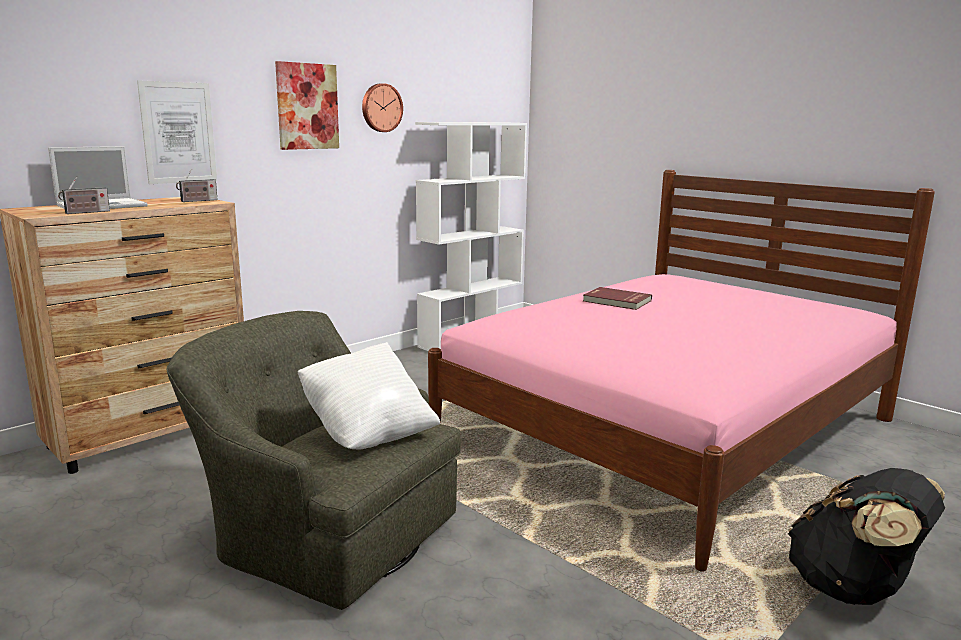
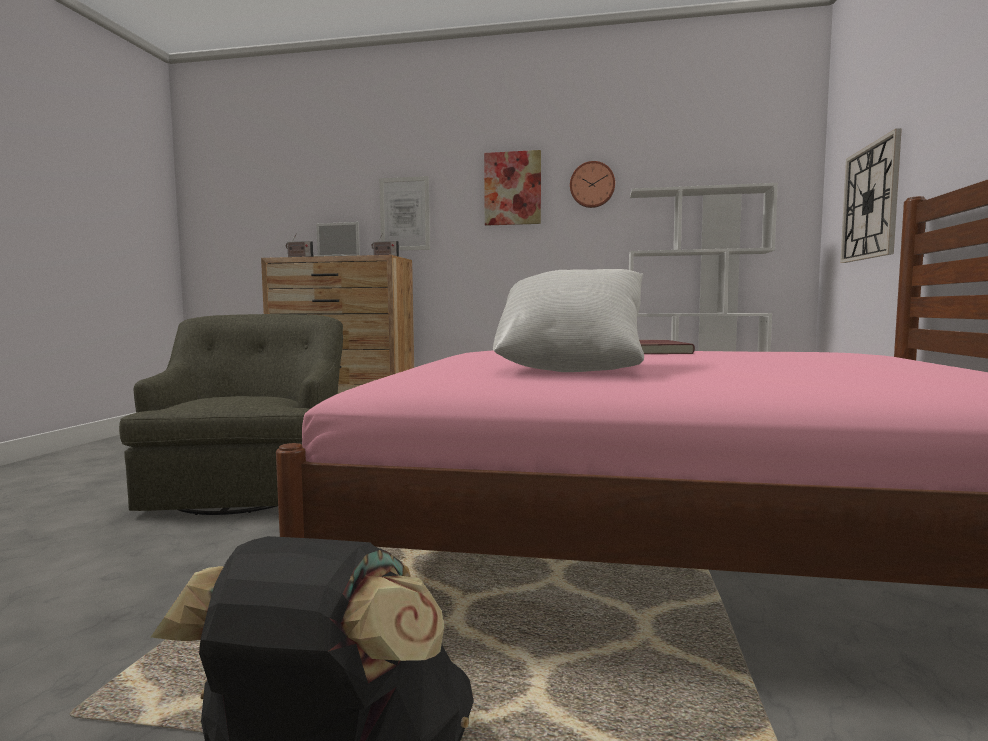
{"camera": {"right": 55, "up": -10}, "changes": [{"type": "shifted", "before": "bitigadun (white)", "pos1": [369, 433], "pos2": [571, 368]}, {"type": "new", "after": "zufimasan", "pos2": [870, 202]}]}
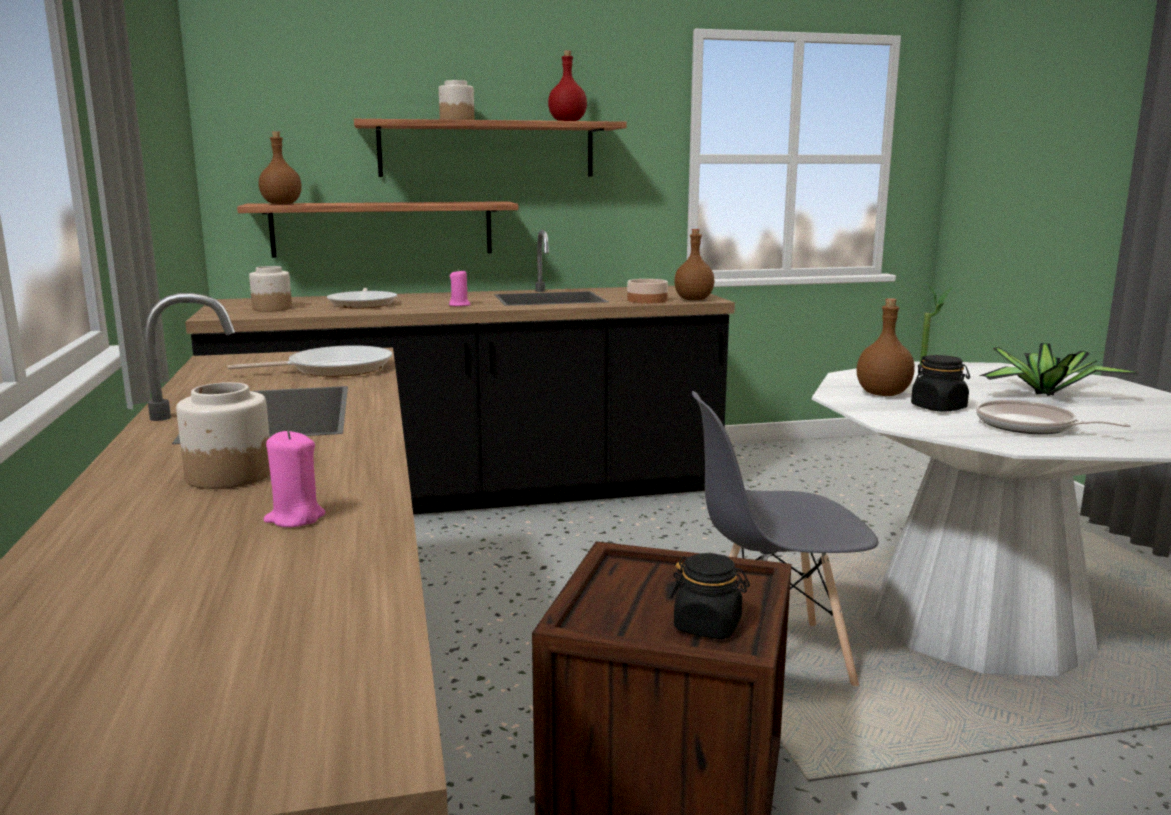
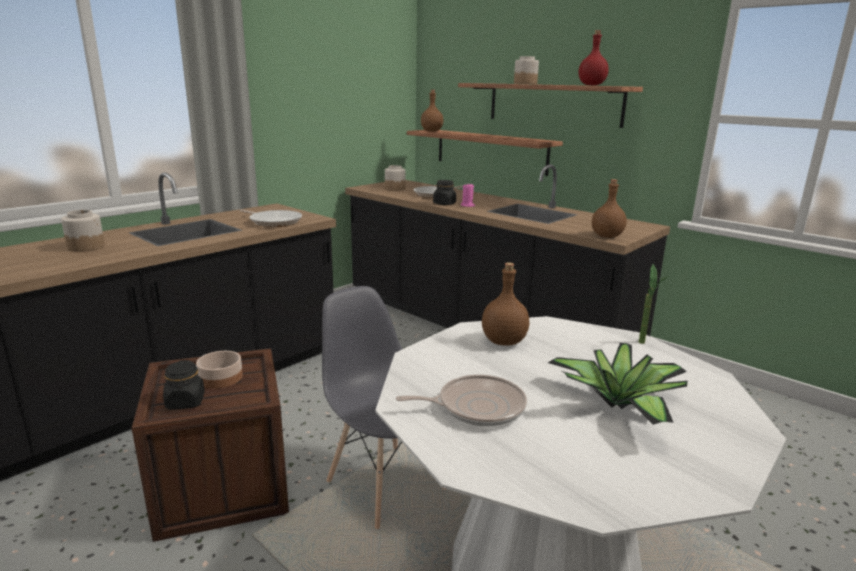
{"camera": {"right": 55, "up": 5}, "changes": [{"type": "gone", "before": "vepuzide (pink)", "pos1": [295, 518]}, {"type": "shifted", "before": "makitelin", "pos1": [647, 300], "pos2": [221, 377]}, {"type": "shifted", "before": "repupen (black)", "pos1": [938, 408], "pos2": [444, 204]}, {"type": "rotated", "before": "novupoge", "pos1": [1030, 426], "pos2": [476, 407], "turn": 75}]}
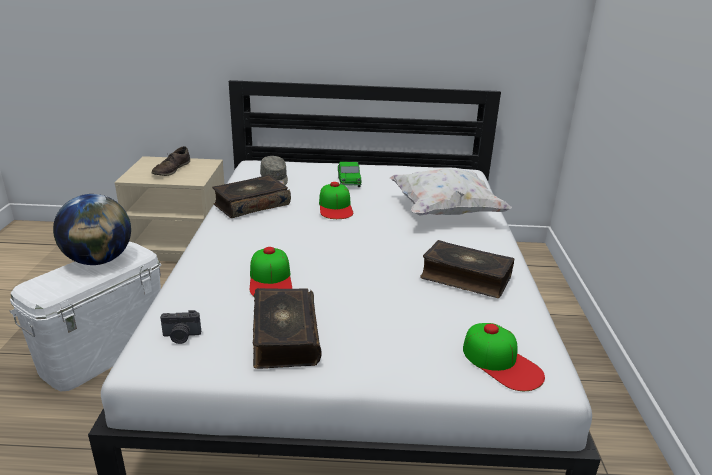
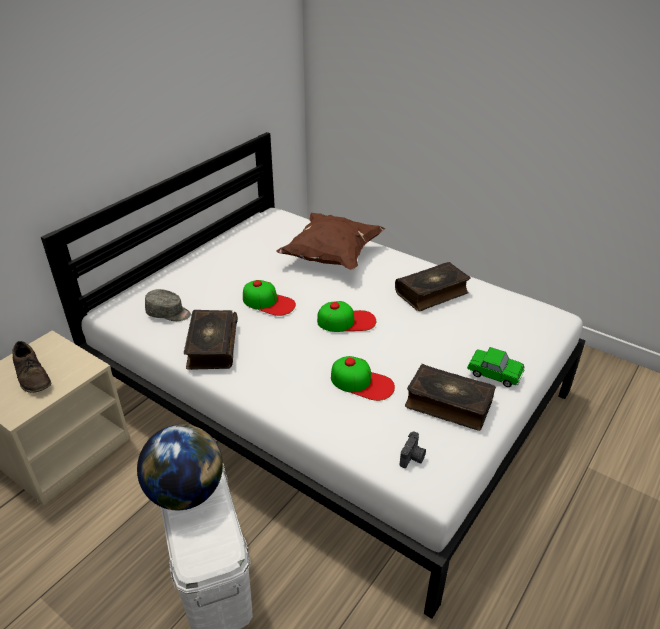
{"camera": {"right": -55, "up": 10}, "changes": [{"type": "shifted", "before": "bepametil", "pos1": [349, 182], "pos2": [494, 374]}, {"type": "repainted", "before": "bitigadun (white)", "after": "bitigadun (brown)", "pos1": [444, 212], "pos2": [331, 256]}, {"type": "shifted", "before": "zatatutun", "pos1": [501, 362], "pos2": [346, 321]}]}
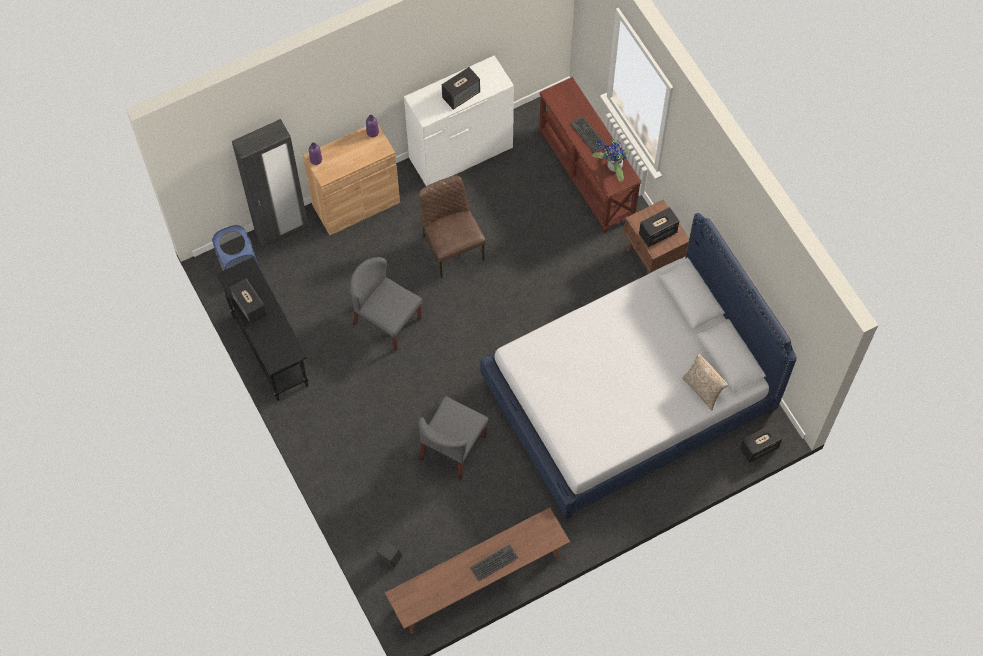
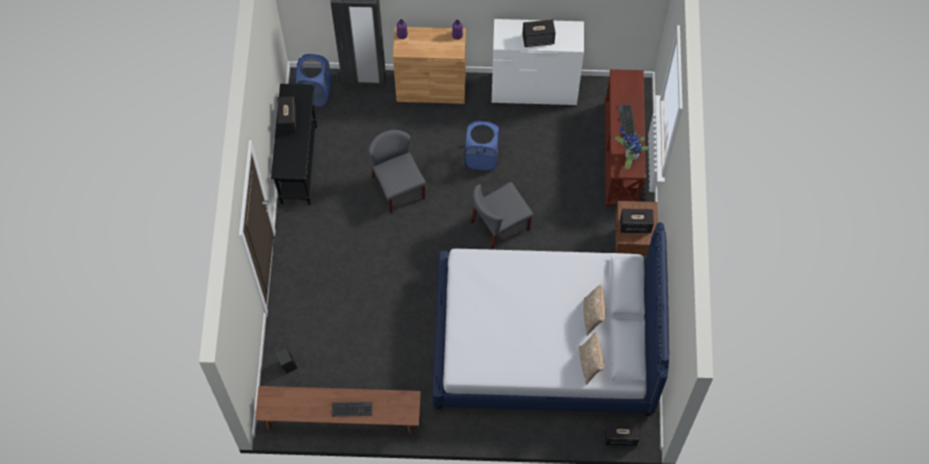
{"camera": {"right": 30, "up": 0}, "changes": [{"type": "shifted", "before": "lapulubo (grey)", "pos1": [453, 448], "pos2": [499, 226]}, {"type": "swapped", "before": "lapulubo (brown)", "after": "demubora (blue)", "pos1": [452, 247], "pos2": [481, 157]}, {"type": "new", "after": "bitigadun", "pos2": [592, 316]}]}
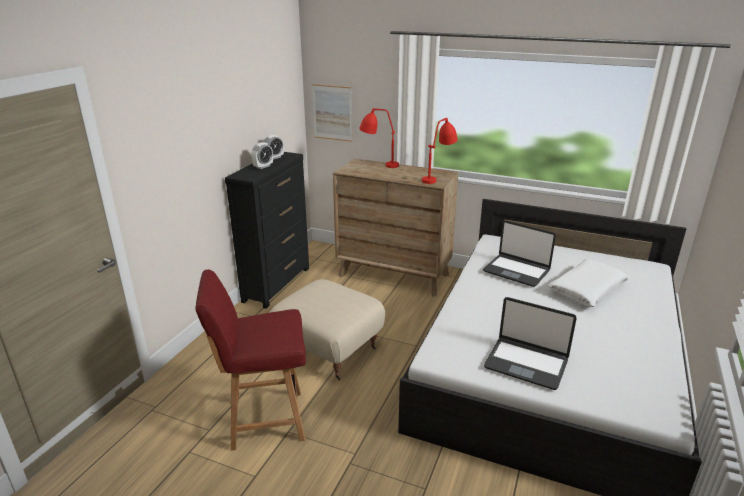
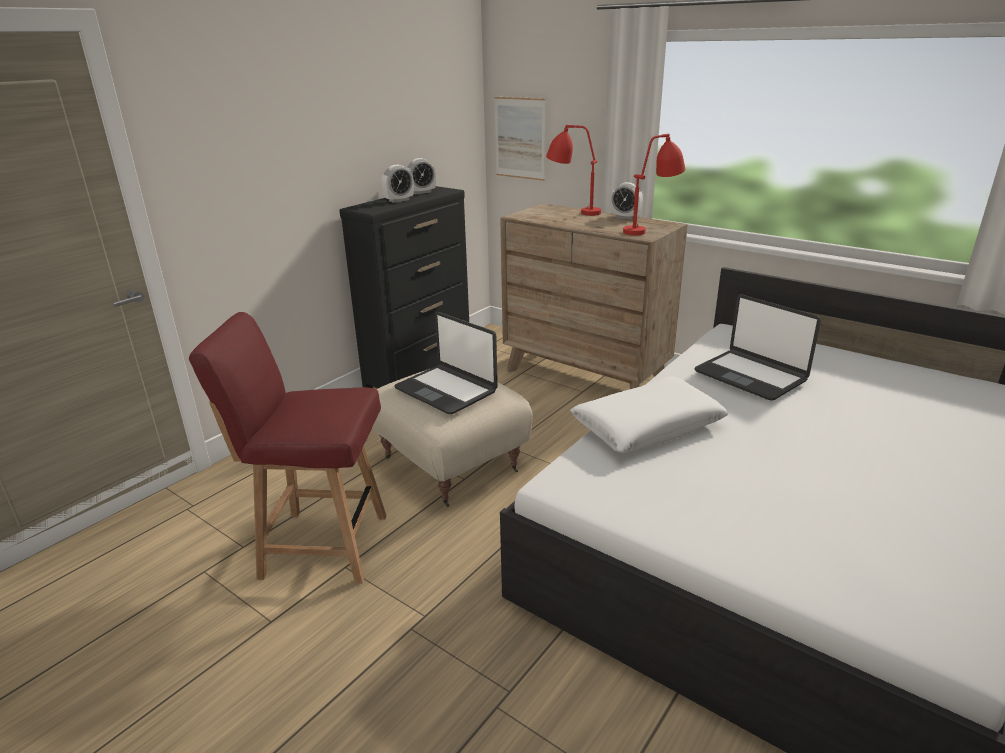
{"camera": {"right": 15, "up": 0}, "changes": [{"type": "shifted", "before": "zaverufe", "pos1": [526, 363], "pos2": [446, 390]}, {"type": "shifted", "before": "bitigadun (white)", "pos1": [587, 290], "pos2": [647, 426]}, {"type": "new", "after": "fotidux", "pos2": [625, 217]}]}
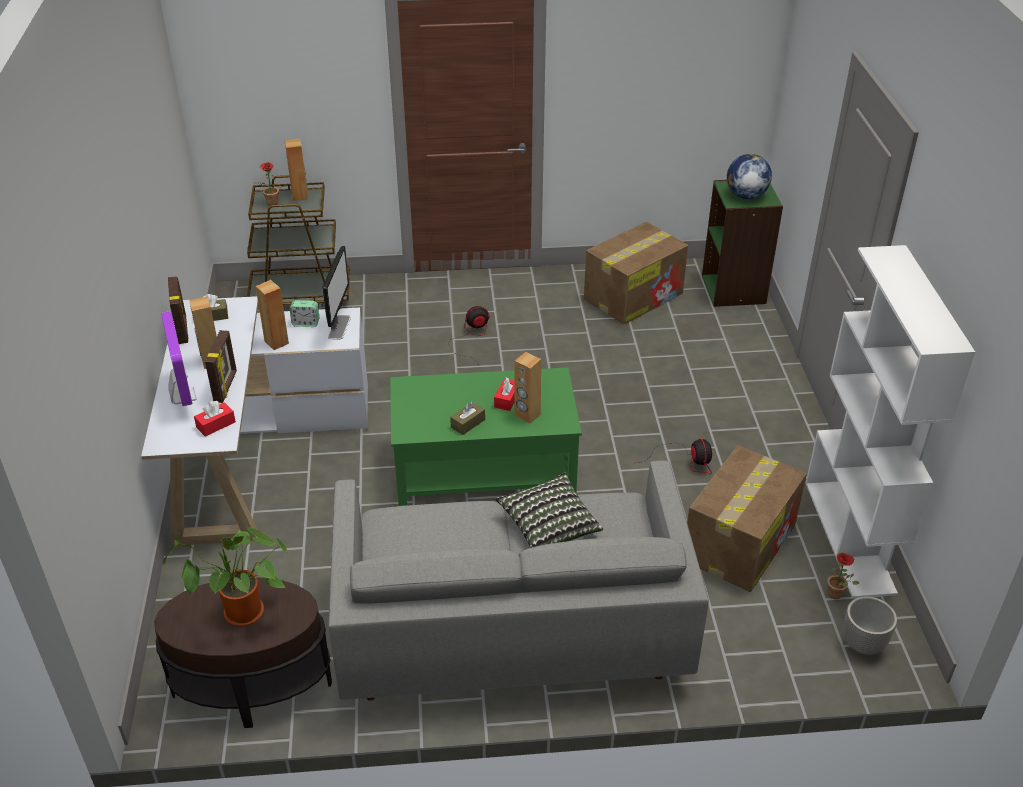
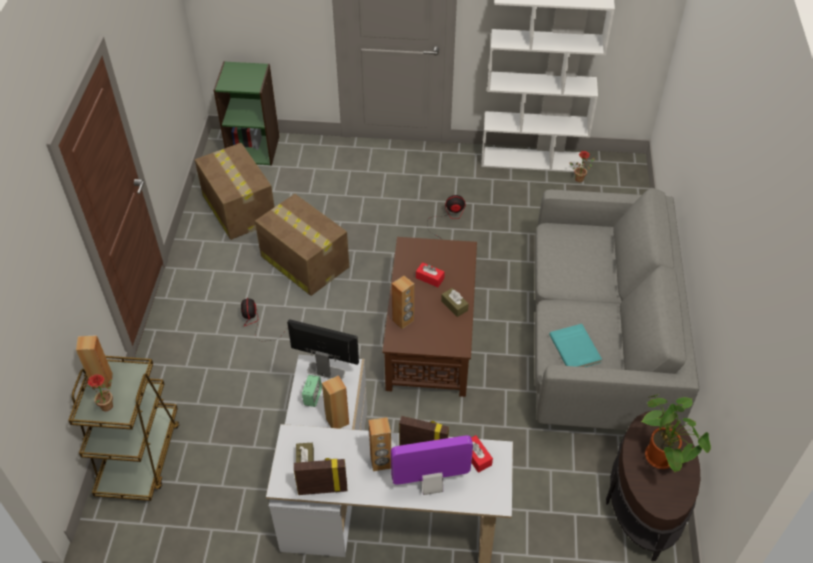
{"camera": {"right": -80, "up": 10}, "changes": [{"type": "repainted", "before": "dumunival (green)", "after": "dumunival (brown)", "pos1": [483, 466], "pos2": [430, 336]}, {"type": "gone", "before": "bitigadun", "pos1": [549, 526]}, {"type": "shifted", "before": "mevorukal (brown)", "pos1": [527, 415], "pos2": [403, 321]}, {"type": "shifted", "before": "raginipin", "pos1": [739, 541], "pos2": [304, 261]}, {"type": "gone", "before": "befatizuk", "pos1": [745, 195]}, {"type": "gone", "before": "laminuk", "pos1": [863, 644]}, {"type": "new", "after": "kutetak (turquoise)", "pos2": [575, 348]}]}
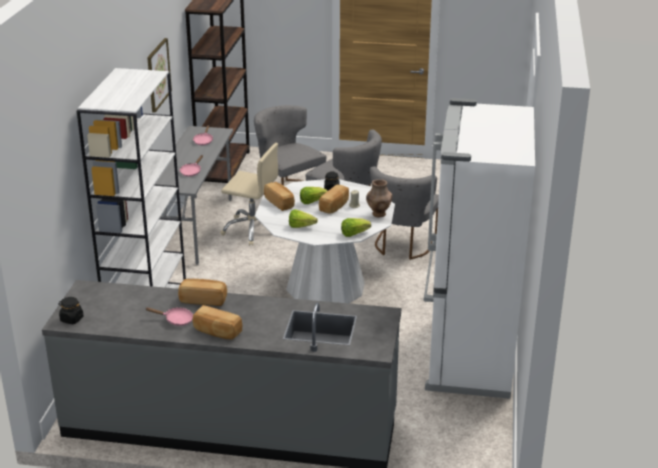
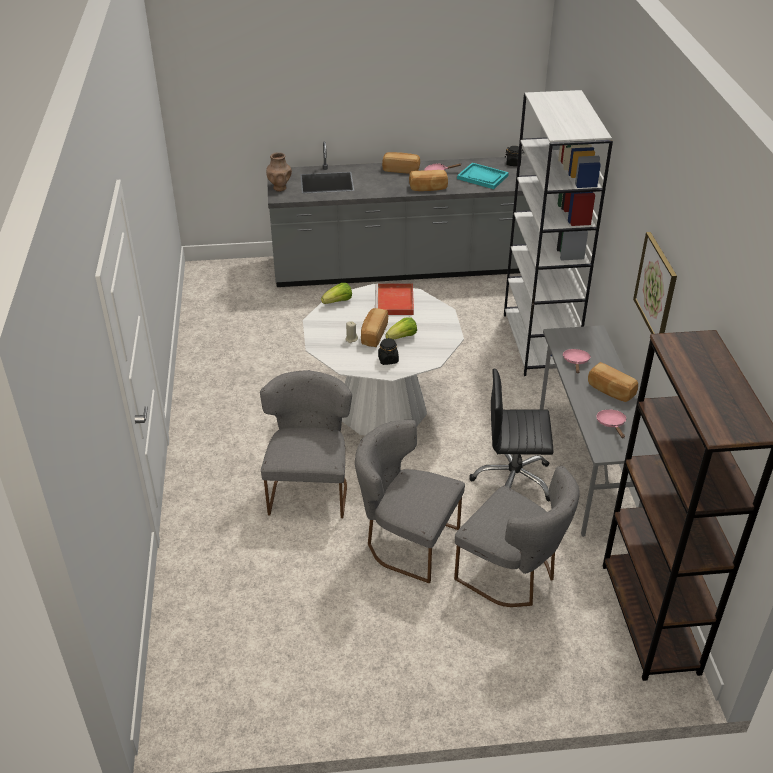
{"camera": {"right": 165, "up": 10}, "changes": [{"type": "repainted", "before": "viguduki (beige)", "after": "viguduki (black)", "pos1": [253, 229], "pos2": [513, 481]}, {"type": "shifted", "before": "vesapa", "pos1": [280, 203], "pos2": [610, 391]}, {"type": "swapped", "before": "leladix", "after": "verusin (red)", "pos1": [303, 227], "pos2": [395, 302]}, {"type": "shifted", "before": "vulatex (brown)", "pos1": [378, 214], "pos2": [280, 188]}, {"type": "gone", "before": "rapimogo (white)", "pos1": [467, 357]}, {"type": "new", "after": "verusin (turquoise)", "pos2": [482, 177]}]}
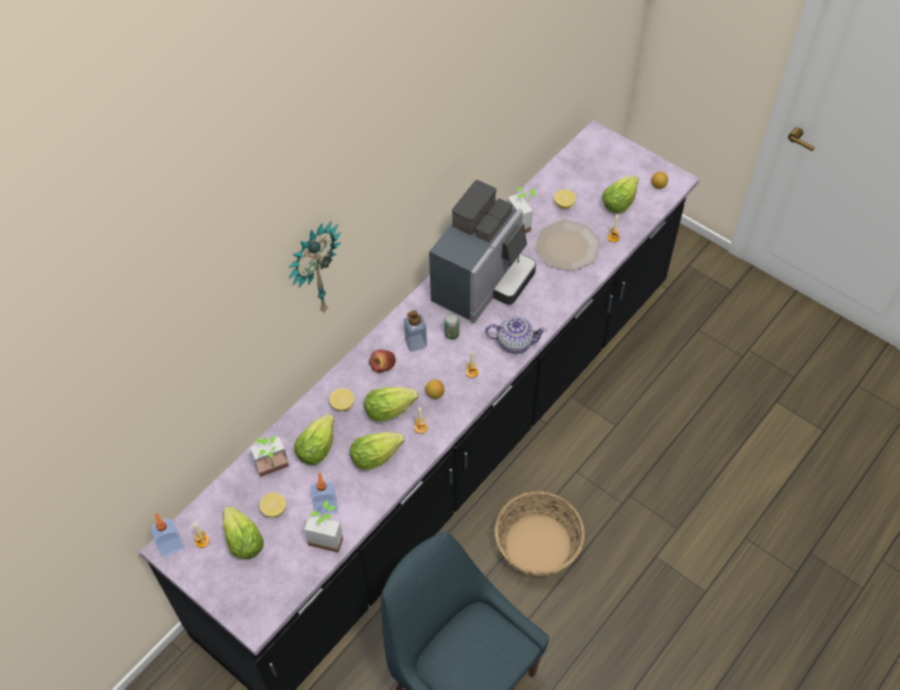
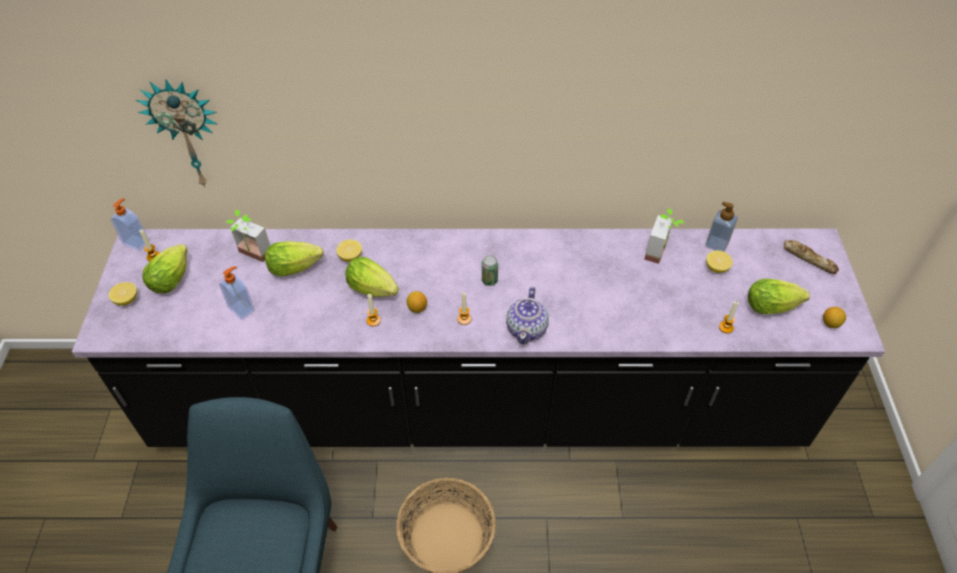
{"camera": {"right": 50, "up": -5}, "changes": [{"type": "shifted", "before": "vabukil", "pos1": [274, 509], "pos2": [126, 300]}, {"type": "shifted", "before": "zufimasan", "pos1": [314, 270], "pos2": [187, 133]}, {"type": "gone", "before": "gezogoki", "pos1": [327, 536]}, {"type": "gone", "before": "leladix", "pos1": [378, 455]}, {"type": "gone", "before": "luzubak", "pos1": [382, 364]}, {"type": "shifted", "before": "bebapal", "pos1": [416, 343], "pos2": [716, 244]}, {"type": "gone", "before": "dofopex", "pos1": [482, 283]}, {"type": "rotated", "before": "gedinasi", "pos1": [514, 342], "pos2": [527, 328], "turn": 45}, {"type": "gone", "before": "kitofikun", "pos1": [567, 246]}, {"type": "new", "after": "vesapa", "pos2": [809, 259]}]}
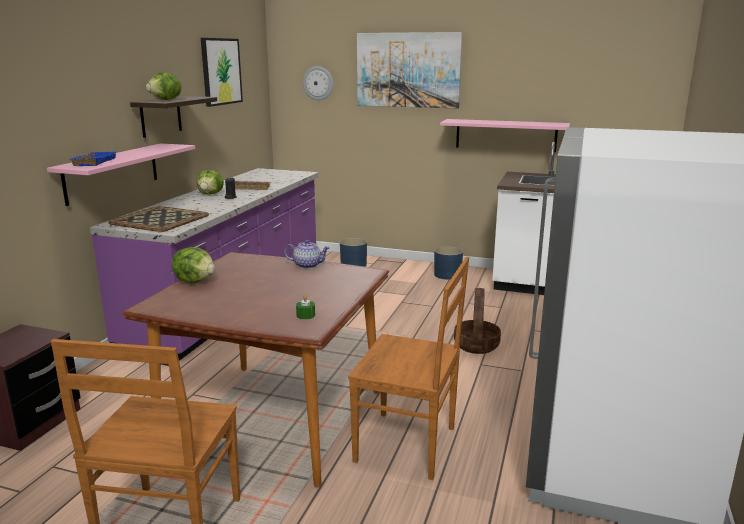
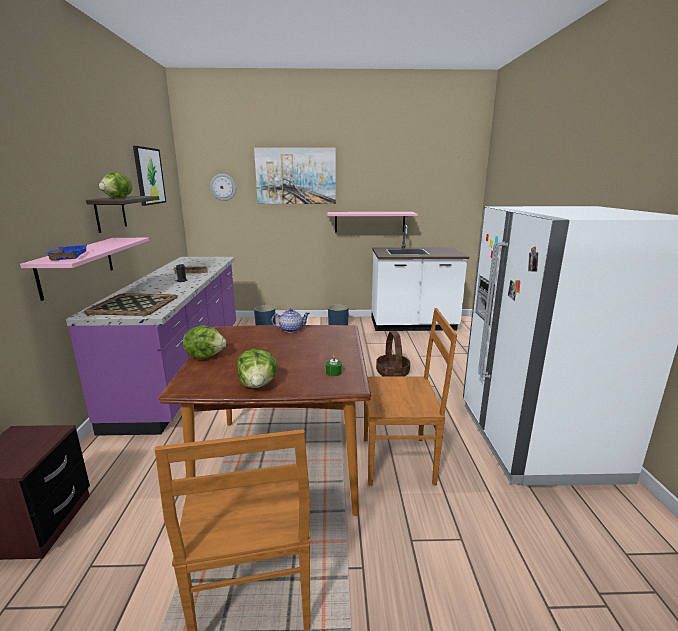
{"camera": {"right": -20, "up": 0}, "changes": [{"type": "shifted", "before": "leladix", "pos1": [211, 194], "pos2": [258, 385]}]}
